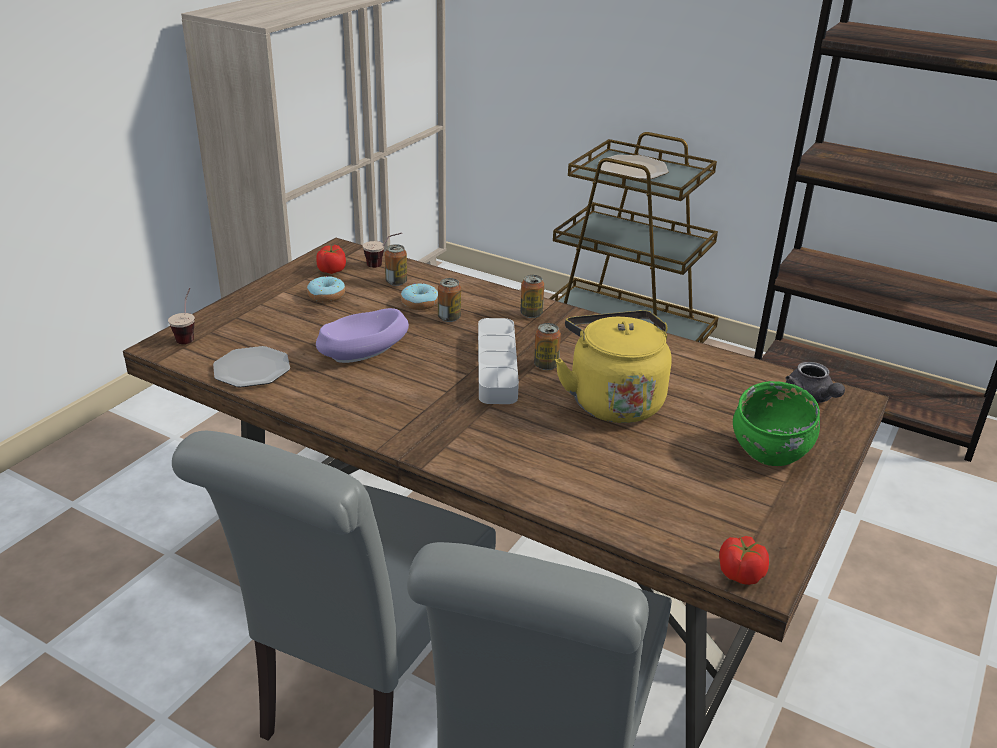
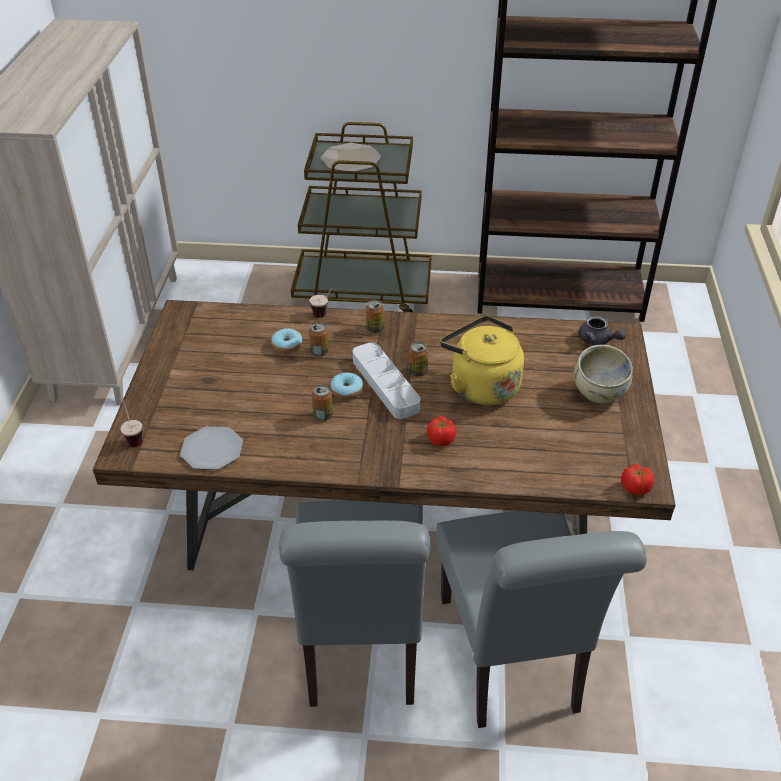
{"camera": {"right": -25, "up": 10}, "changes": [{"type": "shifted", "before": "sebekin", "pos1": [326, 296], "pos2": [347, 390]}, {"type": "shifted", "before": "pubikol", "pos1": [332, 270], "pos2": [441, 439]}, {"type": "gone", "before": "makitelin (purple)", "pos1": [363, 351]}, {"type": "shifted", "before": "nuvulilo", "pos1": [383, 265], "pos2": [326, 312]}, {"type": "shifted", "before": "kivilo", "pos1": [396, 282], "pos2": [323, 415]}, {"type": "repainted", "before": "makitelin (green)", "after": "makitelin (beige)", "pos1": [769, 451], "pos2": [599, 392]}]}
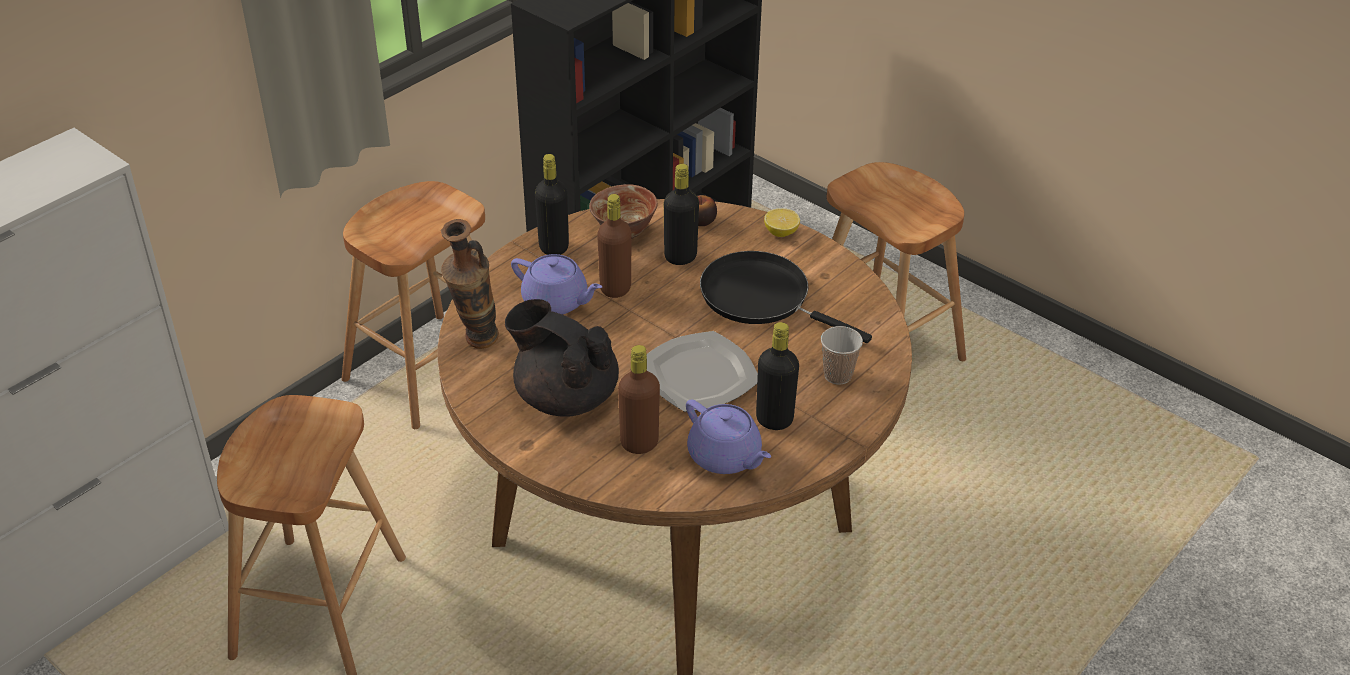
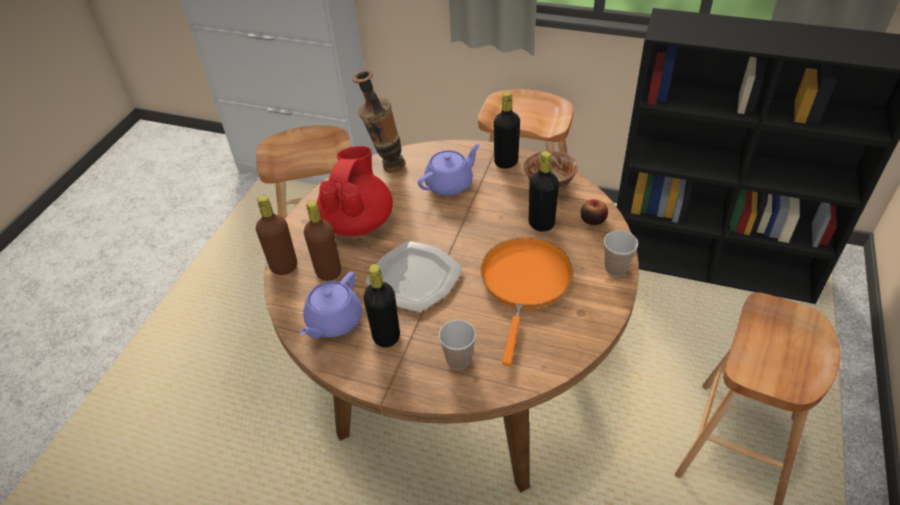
{"camera": {"right": 70, "up": 5}, "changes": [{"type": "repainted", "before": "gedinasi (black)", "after": "gedinasi (red)", "pos1": [565, 396], "pos2": [358, 221]}, {"type": "rotated", "before": "gedinasi (purple)", "pos1": [556, 302], "pos2": [450, 184], "turn": -135}, {"type": "shifted", "before": "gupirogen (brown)", "pos1": [615, 288], "pos2": [284, 267]}, {"type": "repainted", "before": "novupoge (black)", "after": "novupoge (orange)", "pos1": [761, 297], "pos2": [525, 283]}, {"type": "swapped", "before": "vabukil", "after": "nuvulilo", "pos1": [781, 232], "pos2": [616, 268]}]}
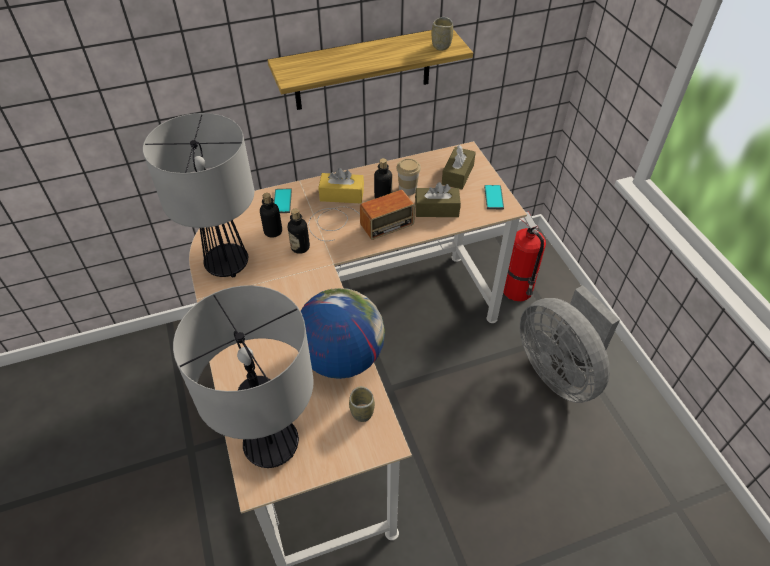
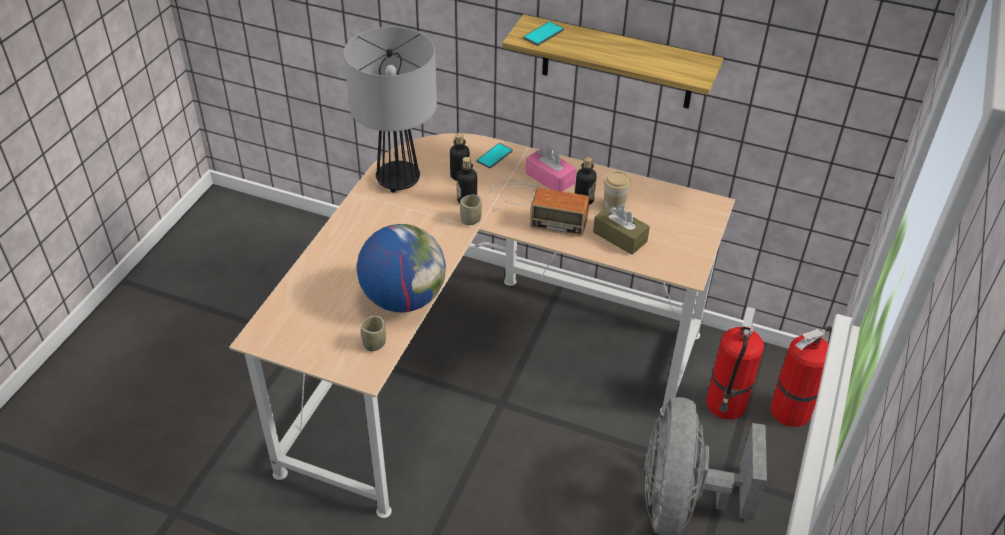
{"camera": {"right": 40, "up": -5}, "changes": [{"type": "gone", "before": "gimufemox", "pos1": [273, 446]}, {"type": "repainted", "before": "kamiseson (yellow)", "after": "kamiseson (pink)", "pos1": [342, 195], "pos2": [550, 178]}, {"type": "shifted", "before": "nuvulilo", "pos1": [441, 46], "pos2": [470, 220]}, {"type": "gone", "before": "kamiseson (brown)", "pos1": [457, 175]}, {"type": "shifted", "before": "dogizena", "pos1": [493, 197], "pos2": [543, 34]}, {"type": "new", "after": "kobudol", "pos2": [792, 409]}]}
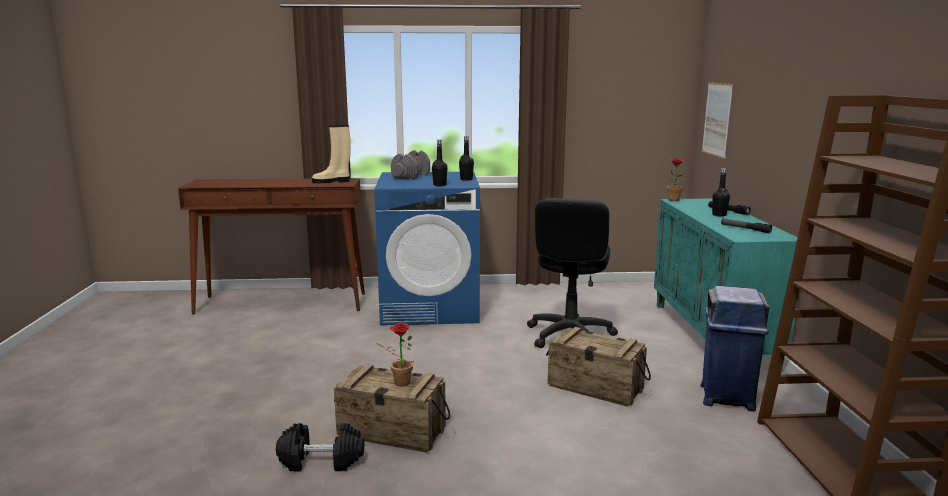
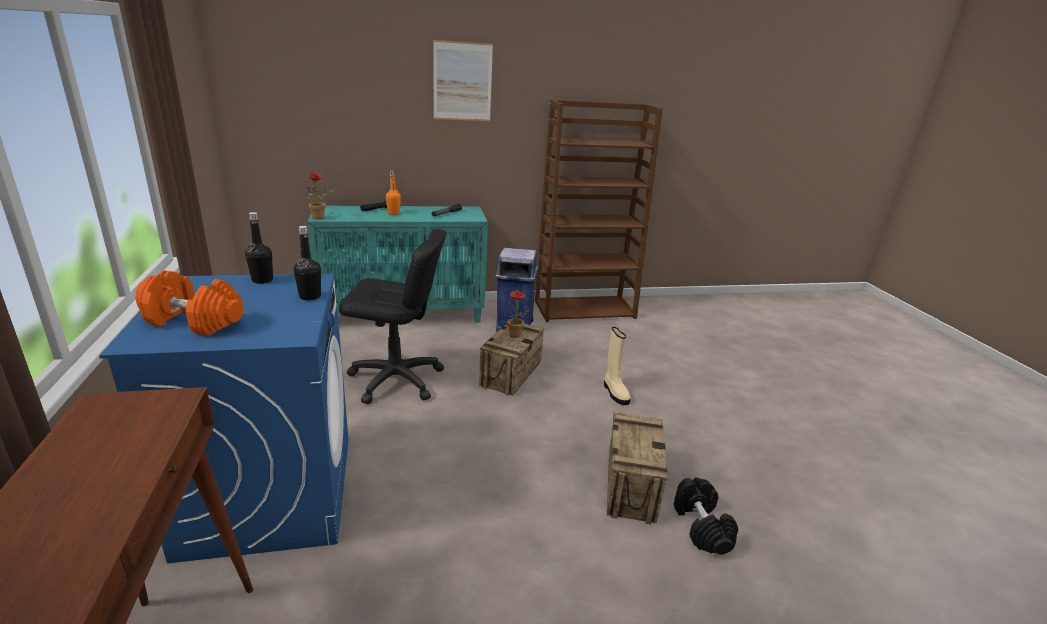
{"camera": {"right": -100, "up": 10}, "changes": [{"type": "shifted", "before": "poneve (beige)", "pos1": [332, 181], "pos2": [615, 392]}, {"type": "shifted", "before": "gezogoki", "pos1": [398, 383], "pos2": [516, 336]}, {"type": "repainted", "before": "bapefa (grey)", "after": "bapefa (orange)", "pos1": [411, 176], "pos2": [194, 321]}, {"type": "shifted", "before": "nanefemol", "pos1": [717, 119], "pos2": [462, 82]}, {"type": "repainted", "before": "gupirogen (black)", "after": "gupirogen (orange)", "pos1": [719, 215], "pos2": [393, 213]}]}
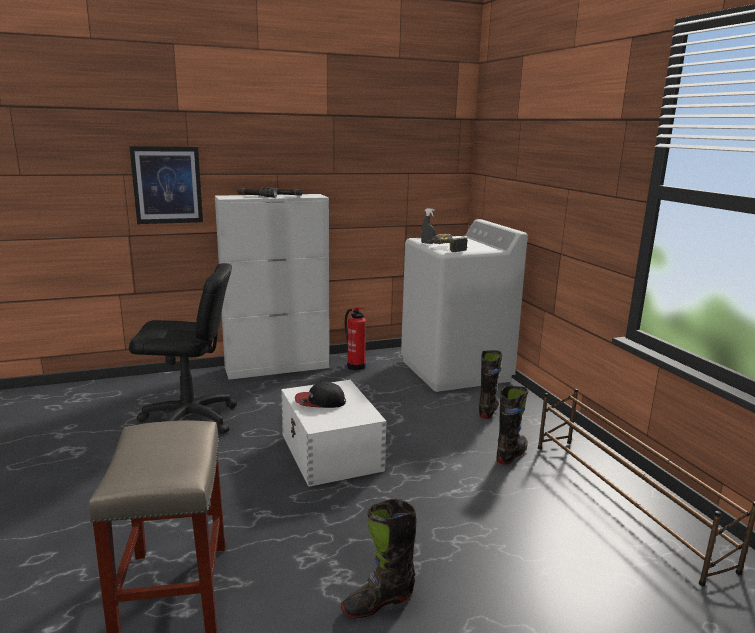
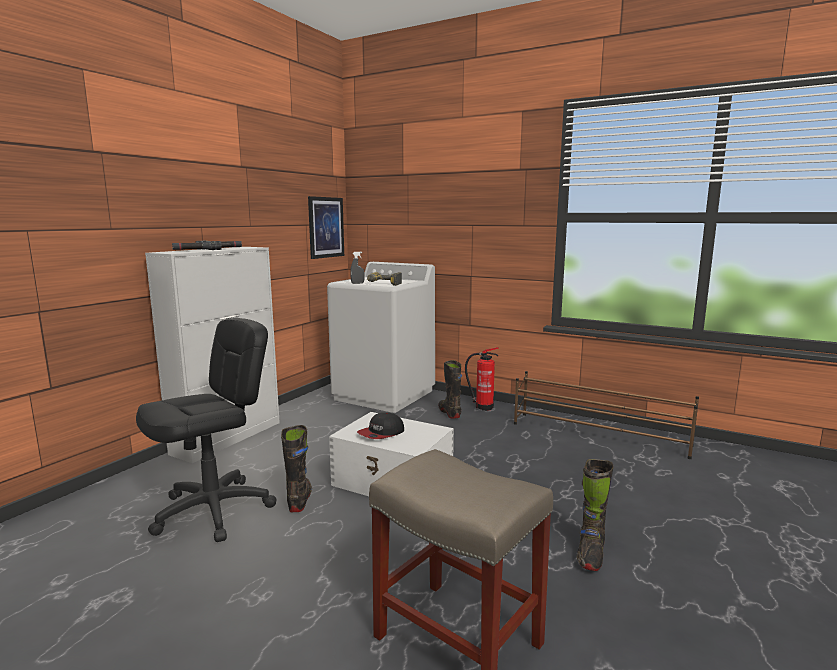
{"camera": {"right": -40, "up": -5}, "changes": [{"type": "shifted", "before": "nanefemol", "pos1": [167, 185], "pos2": [326, 227]}, {"type": "shifted", "before": "kobudol", "pos1": [355, 366], "pos2": [482, 407]}, {"type": "shifted", "before": "poneve (black)", "pos1": [511, 454], "pos2": [300, 499]}]}
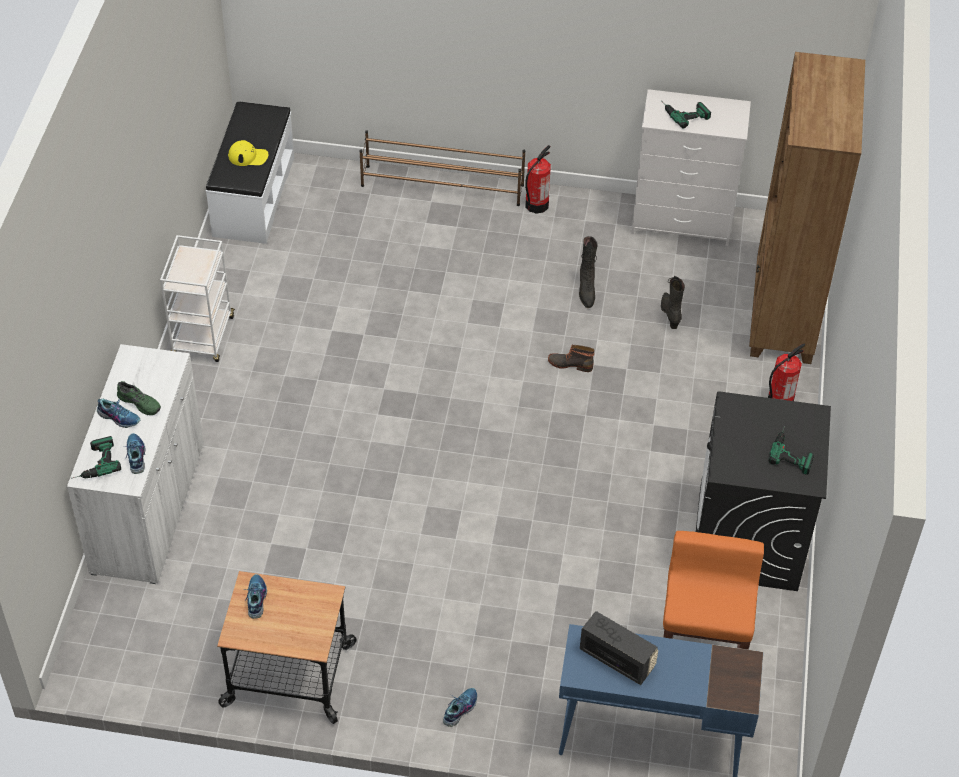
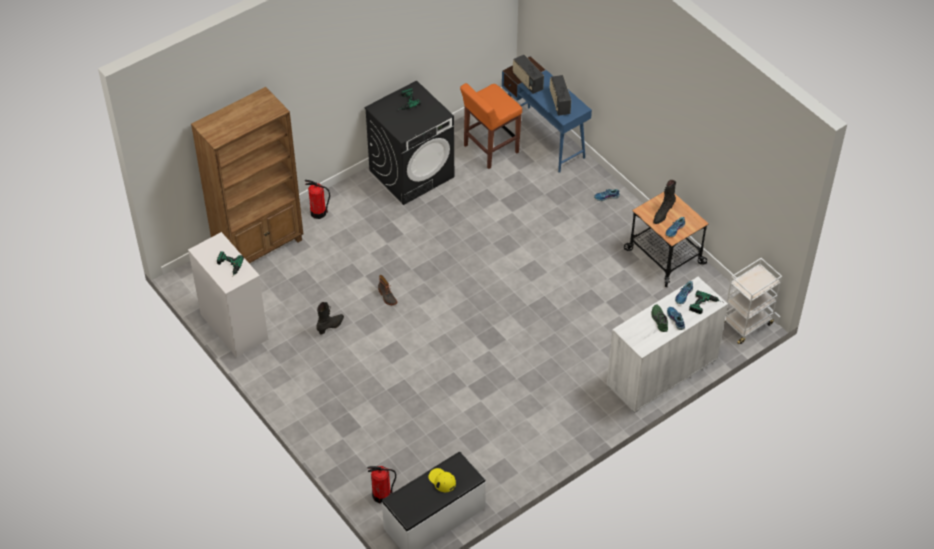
{"camera": {"right": -135, "up": 0}, "changes": [{"type": "shifted", "before": "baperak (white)", "pos1": [203, 337], "pos2": [746, 324]}, {"type": "gone", "before": "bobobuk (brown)", "pos1": [443, 186]}, {"type": "shifted", "before": "kobudol", "pos1": [536, 205], "pos2": [382, 495]}, {"type": "shifted", "before": "poneve (black)", "pos1": [670, 314], "pos2": [663, 214]}, {"type": "new", "after": "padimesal", "pos2": [527, 82]}]}
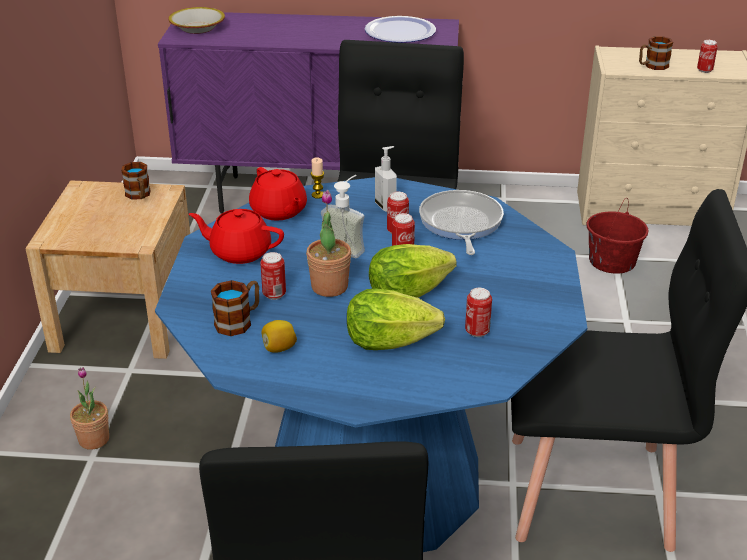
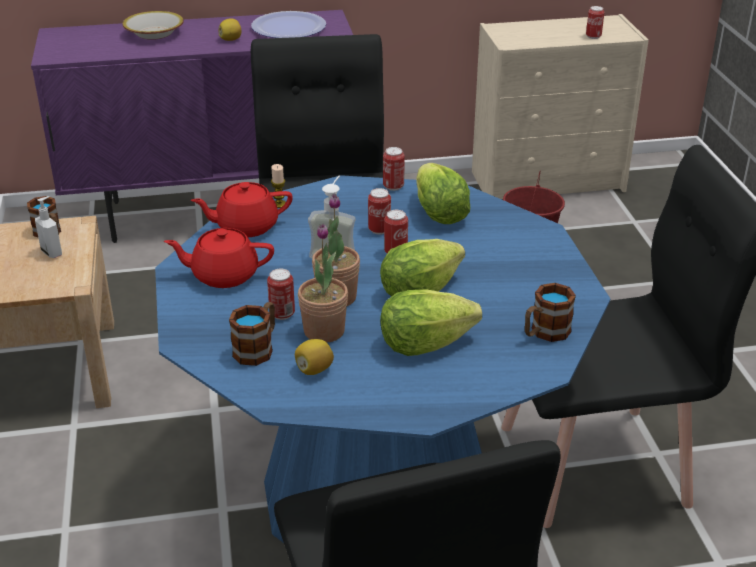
{"camera": {"right": -15, "up": 0}, "changes": [{"type": "shifted", "before": "gezogoki", "pos1": [94, 439], "pos2": [324, 331]}, {"type": "shifted", "before": "makitelin", "pos1": [197, 28], "pos2": [154, 33]}, {"type": "rotated", "before": "gedinasi (red)", "pos1": [279, 211], "pos2": [246, 226], "turn": 120}, {"type": "shifted", "before": "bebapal", "pos1": [386, 206], "pos2": [52, 252]}, {"type": "swapped", "before": "novupoge", "after": "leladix", "pos1": [460, 224], "pos2": [439, 214]}, {"type": "shifted", "before": "kivilo", "pos1": [477, 331], "pos2": [393, 186]}, {"type": "shifted", "before": "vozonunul", "pos1": [652, 66], "pos2": [544, 333]}, {"type": "new", "after": "vabukil", "pos2": [231, 39]}]}
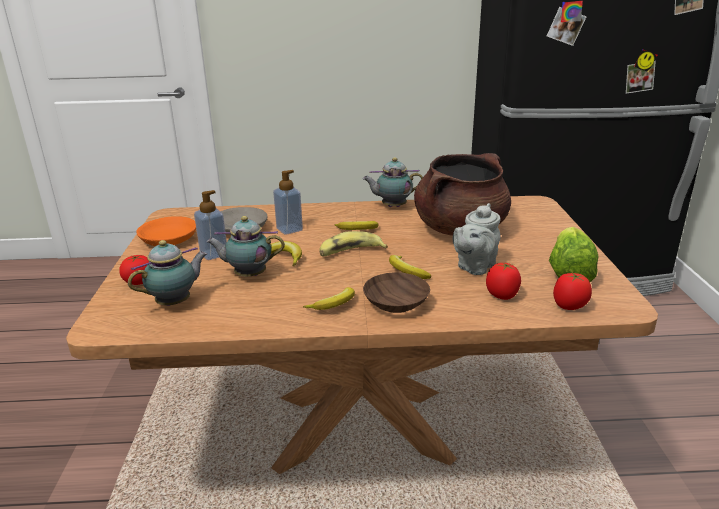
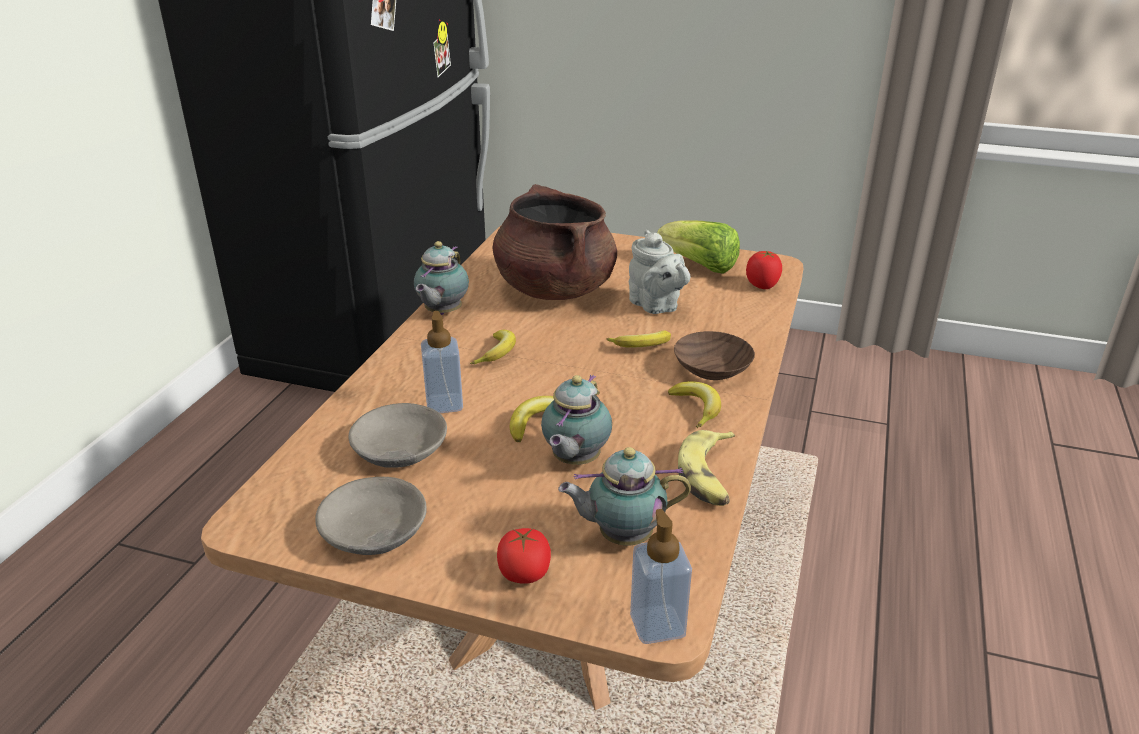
{"camera": {"right": -70, "up": 5}, "changes": [{"type": "rotated", "before": "gedinasi", "pos1": [176, 302], "pos2": [621, 536], "turn": -75}, {"type": "repainted", "before": "makitelin (orange)", "after": "makitelin (grey)", "pos1": [168, 240], "pos2": [373, 531]}, {"type": "shifted", "before": "bebapal", "pos1": [214, 254], "pos2": [657, 625]}, {"type": "shifted", "before": "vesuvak", "pos1": [350, 252], "pos2": [709, 476]}, {"type": "gone", "before": "pubikol", "pos1": [502, 295]}]}
